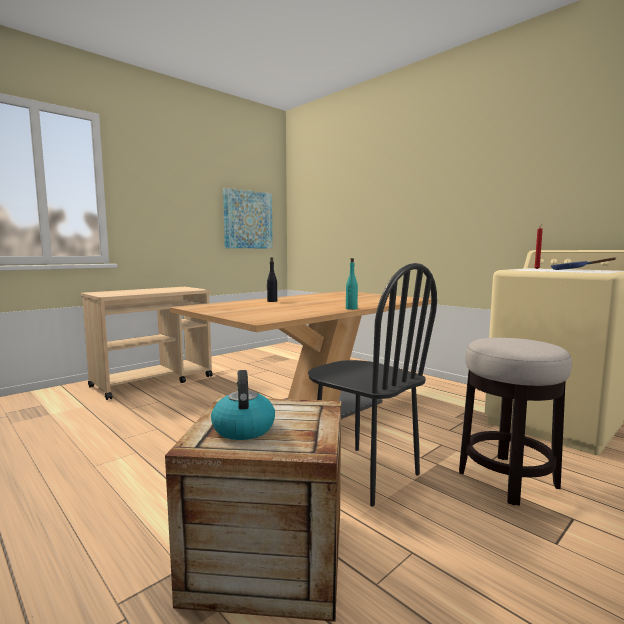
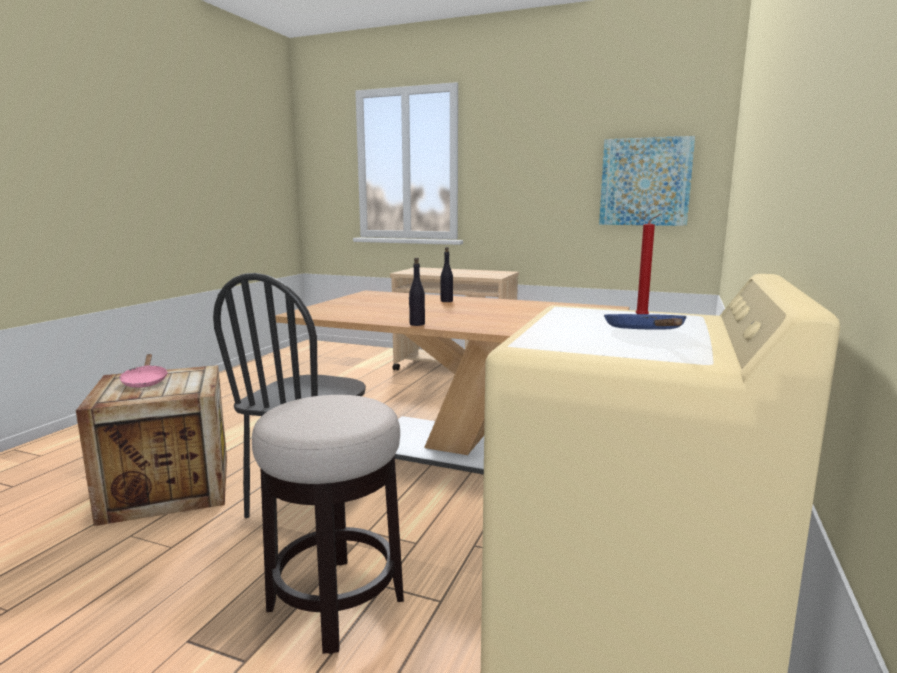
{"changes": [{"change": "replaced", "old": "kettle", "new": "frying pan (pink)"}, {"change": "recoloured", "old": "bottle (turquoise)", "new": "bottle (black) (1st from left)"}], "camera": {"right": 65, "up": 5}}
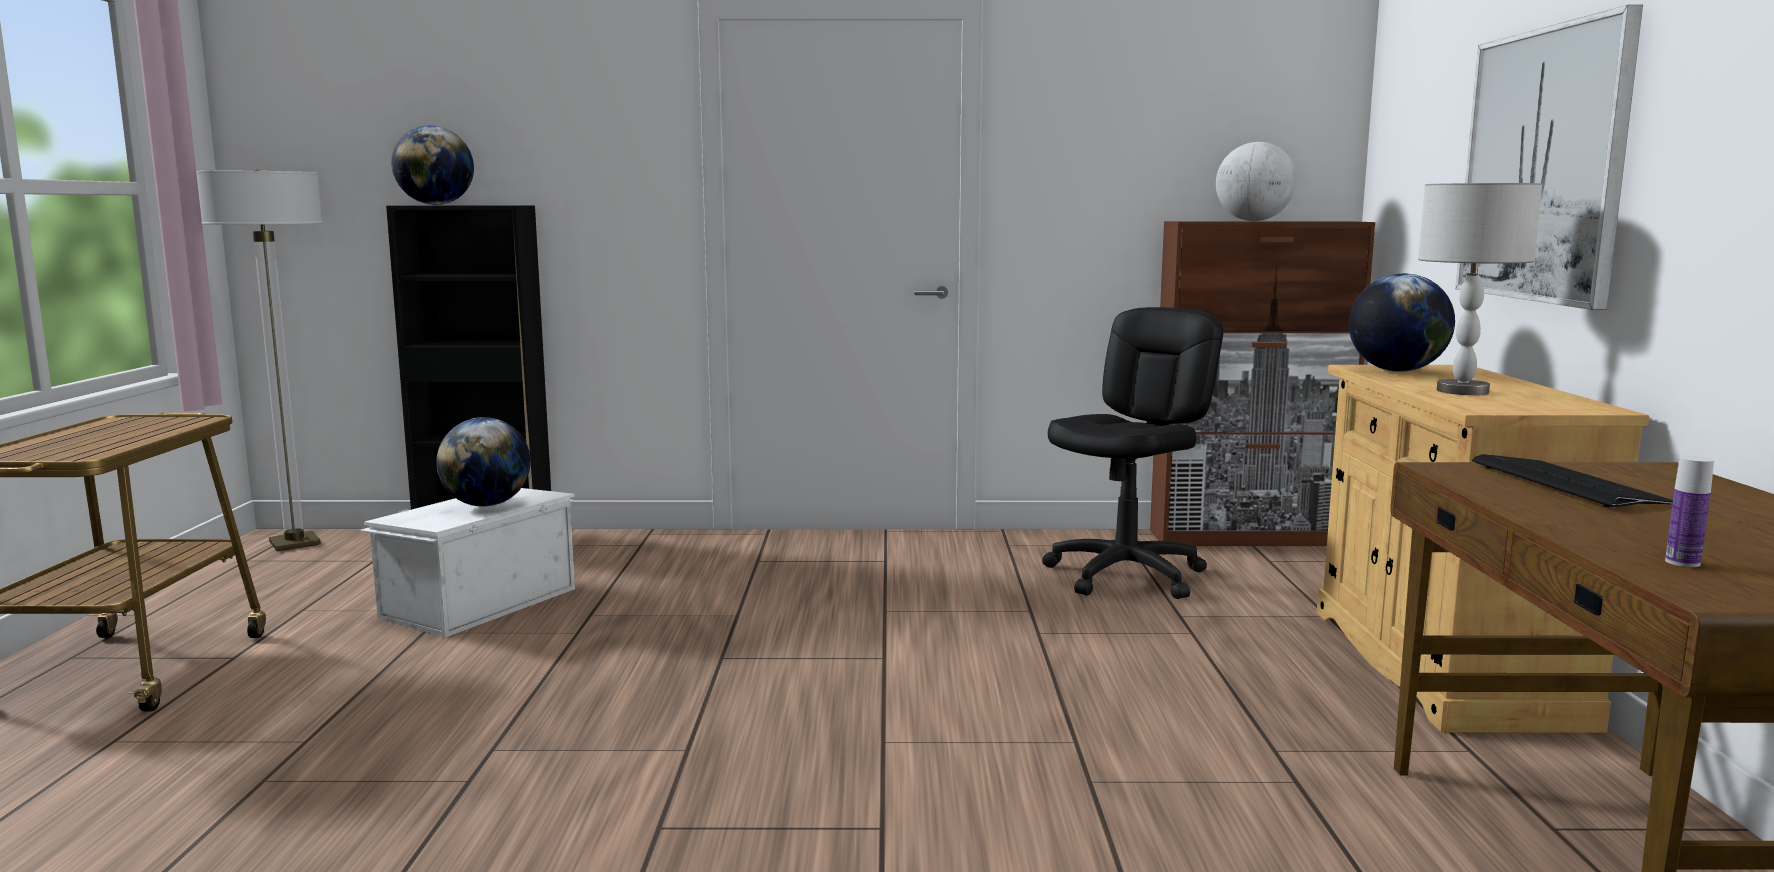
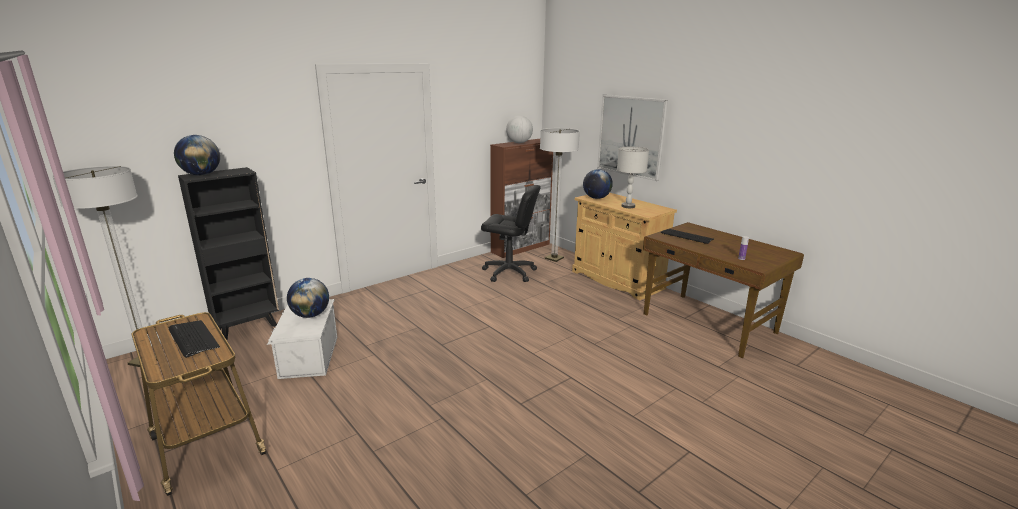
{"changes": [{"change": "added", "new": "keyboard (1st from left)"}, {"change": "turned", "old": "office chair (black)", "degrees": 105}, {"change": "added", "new": "floor lamp (2nd from left)"}], "camera": {"right": -40, "up": 10}}
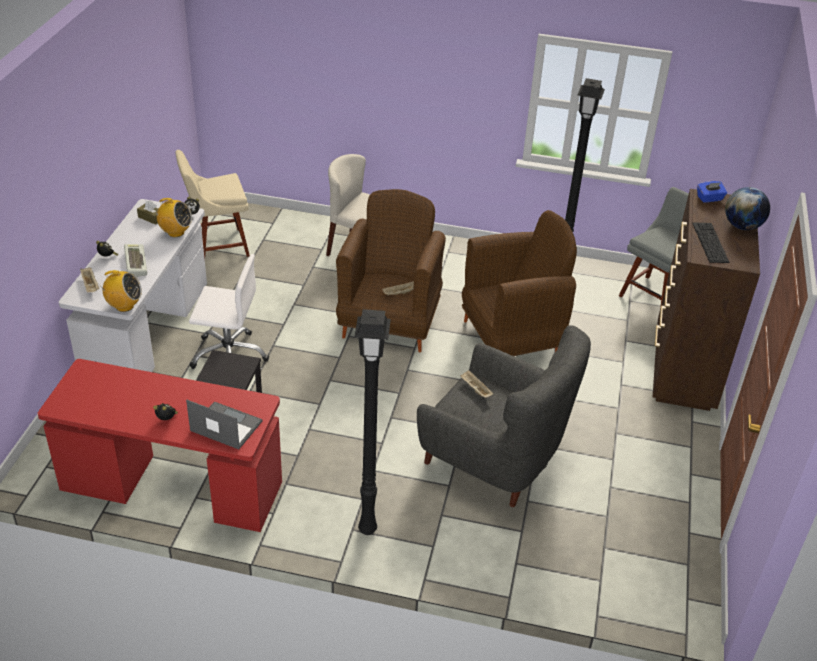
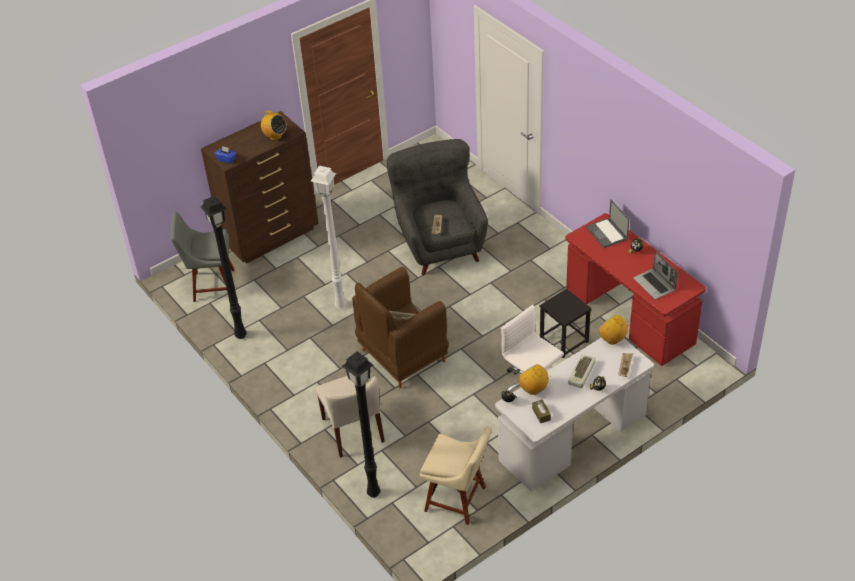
{"changes": [{"change": "replaced", "old": "keyboard (2nd from left)", "new": "radio (1st from left)"}, {"change": "replaced", "old": "armchair (brown) (2nd from left)", "new": "floor lamp (white)"}, {"change": "moved", "old": "floor lamp (black) (1st from left in the first image)", "new": "floor lamp (black) (2nd from left)"}, {"change": "added", "new": "laptop (2nd from left)"}, {"change": "removed", "old": "globe"}], "camera": {"right": -135, "up": 5}}
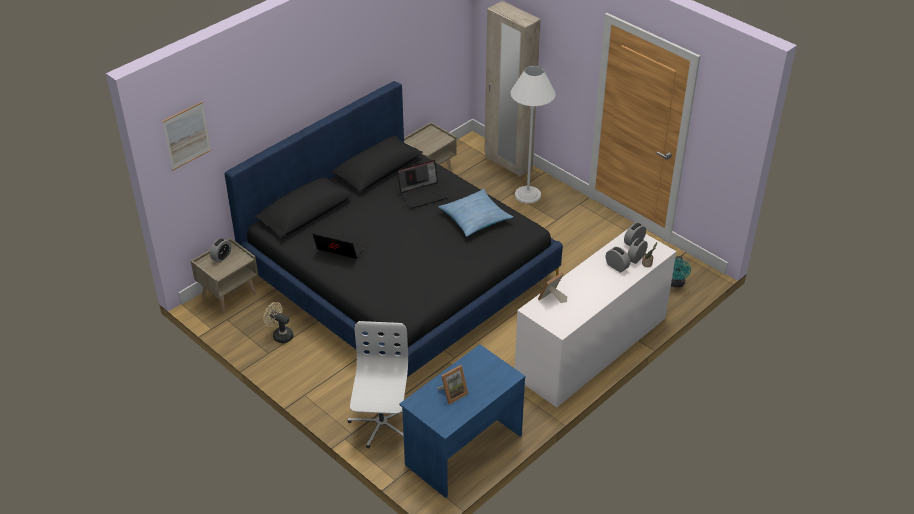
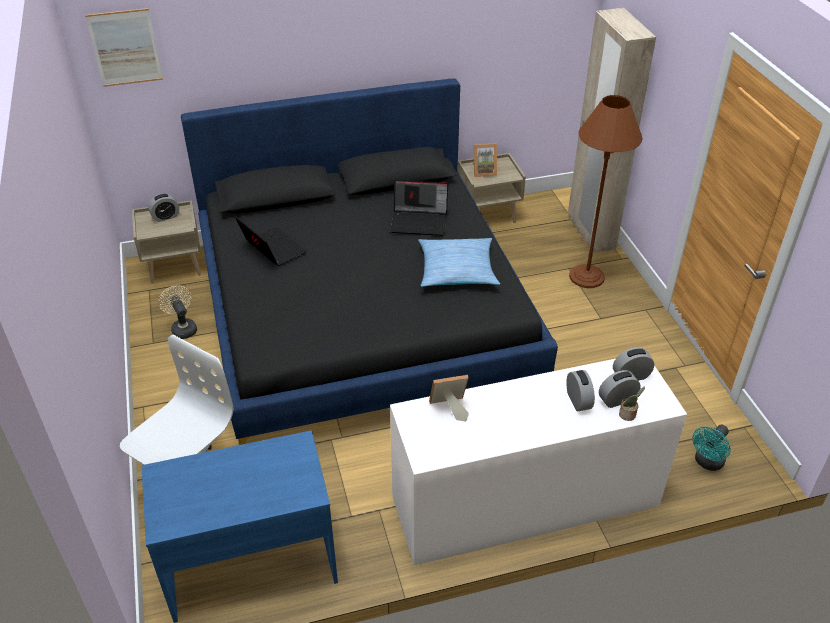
{"changes": [{"change": "moved", "old": "picture frame (1st from left in the first image)", "new": "picture frame (2nd from left)"}, {"change": "recoloured", "old": "floor lamp (white)", "new": "floor lamp (brown)"}], "camera": {"right": 30, "up": 0}}
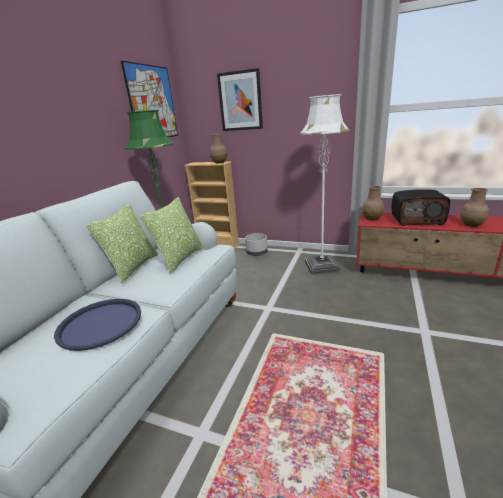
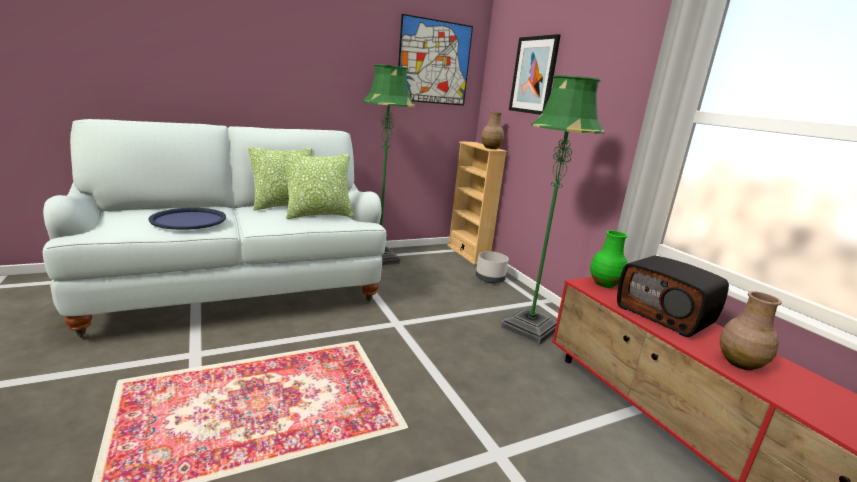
{"changes": [{"change": "recoloured", "old": "floor lamp (white)", "new": "floor lamp (green) (2nd from left)"}, {"change": "recoloured", "old": "vase (brown) (2nd from left)", "new": "vase (green)"}], "camera": {"right": 40, "up": -5}}
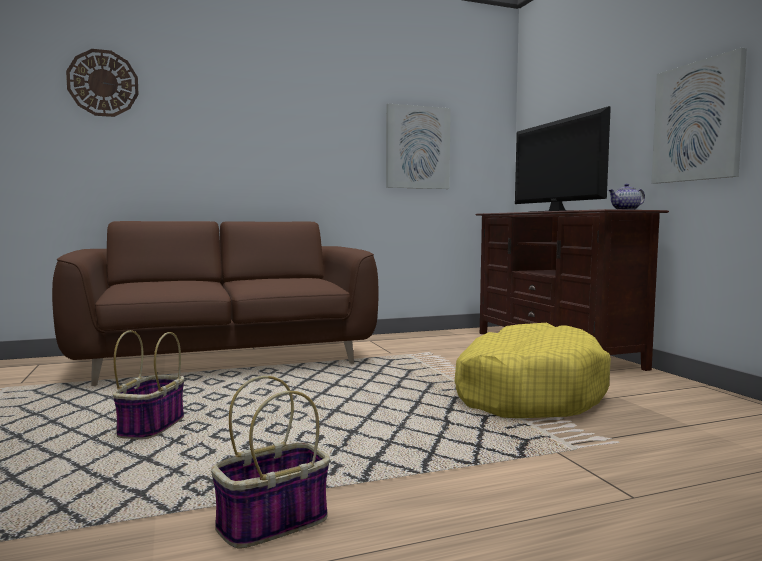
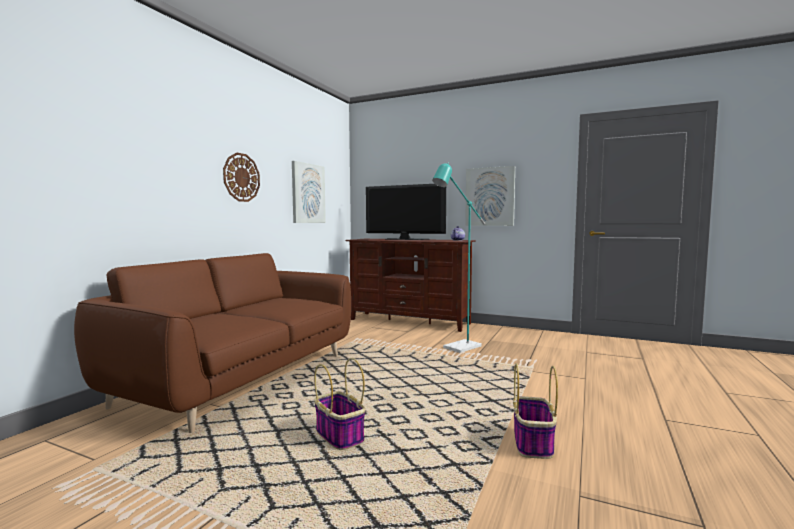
{"changes": [{"change": "moved", "old": "wall clock"}, {"change": "replaced", "old": "dog bed (yellow)", "new": "floor lamp (turquoise)"}], "camera": {"right": -45, "up": 0}}
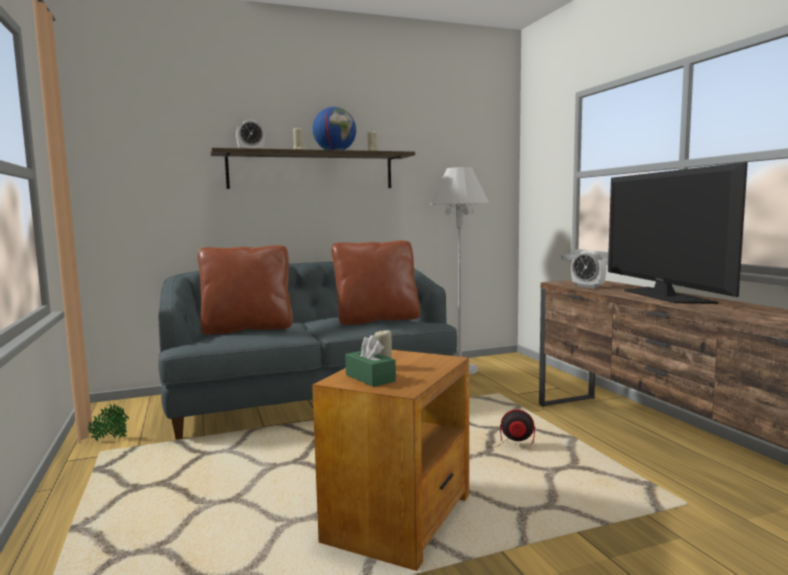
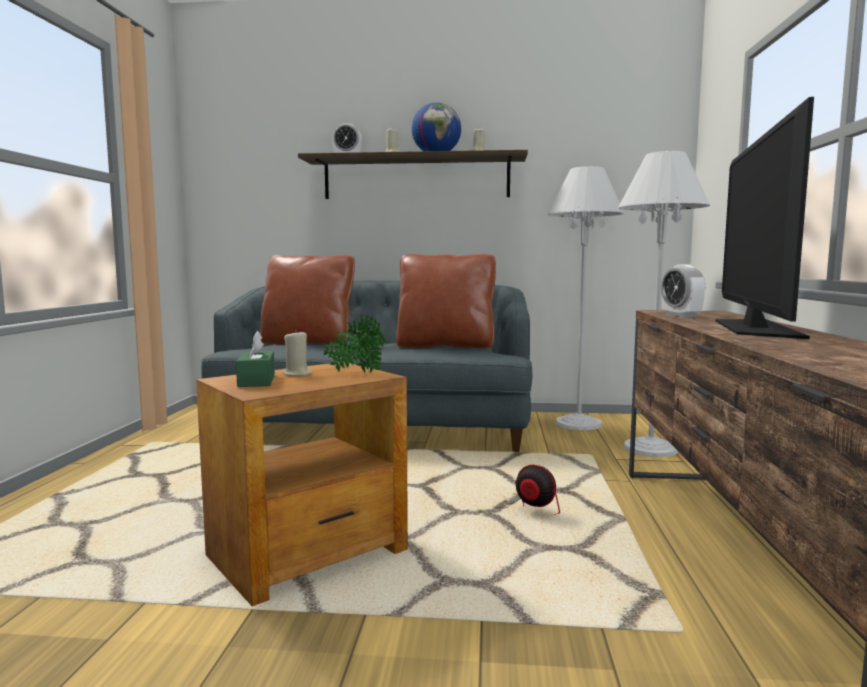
{"changes": [{"change": "moved", "old": "potted plant"}, {"change": "added", "new": "floor lamp (white) (2nd from left)"}], "camera": {"right": 25, "up": 0}}
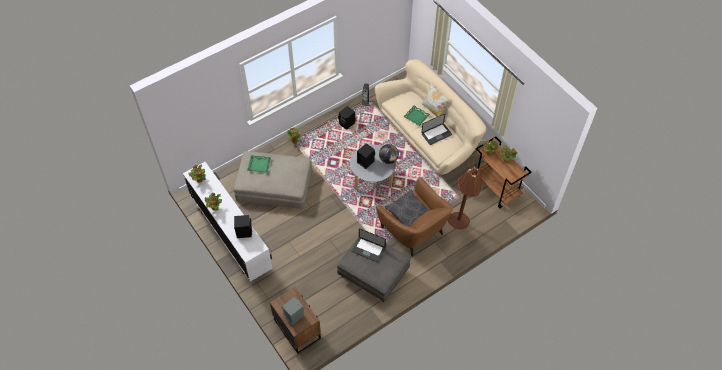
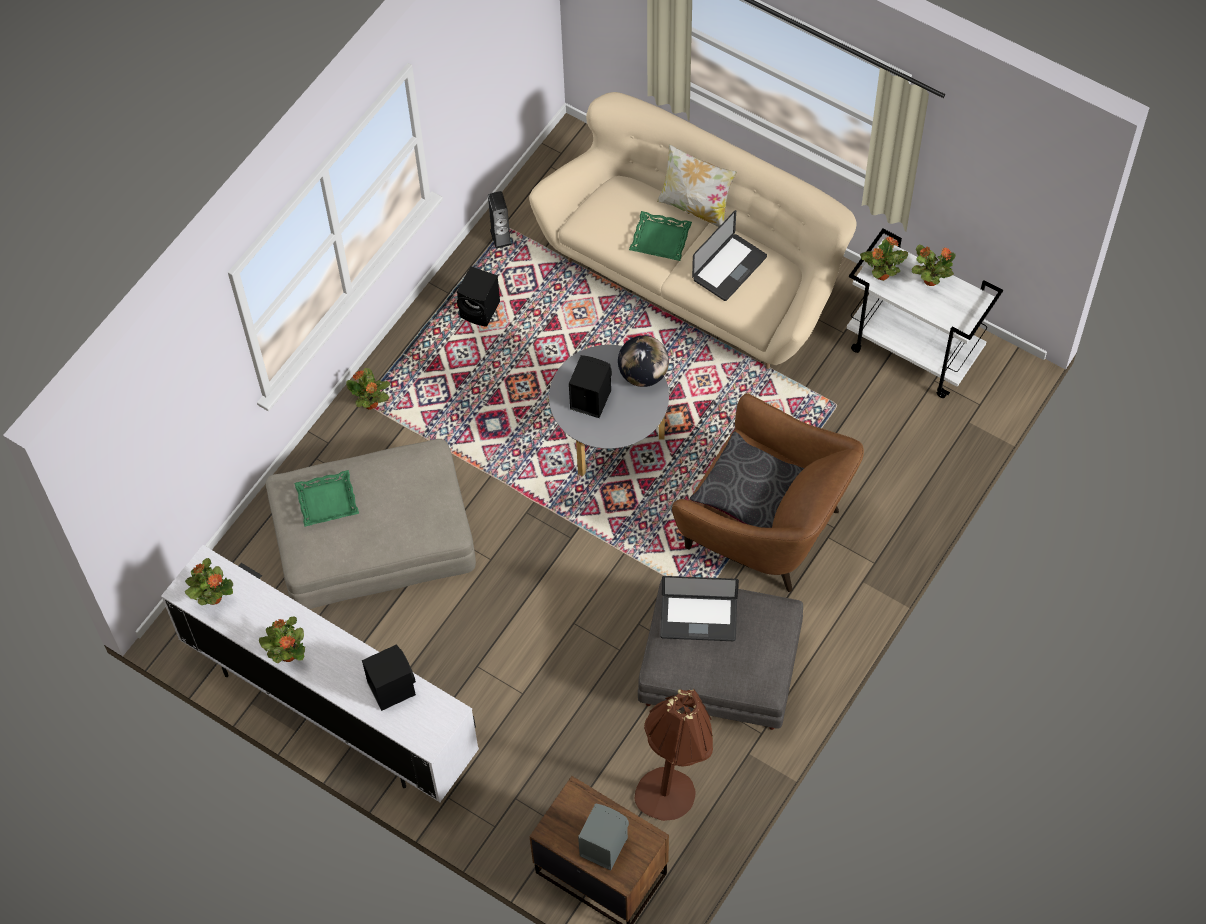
{"changes": [{"change": "moved", "old": "floor lamp (brown)"}, {"change": "recoloured", "old": "cart (brown)", "new": "cart (white)"}], "camera": {"right": -20, "up": 5}}
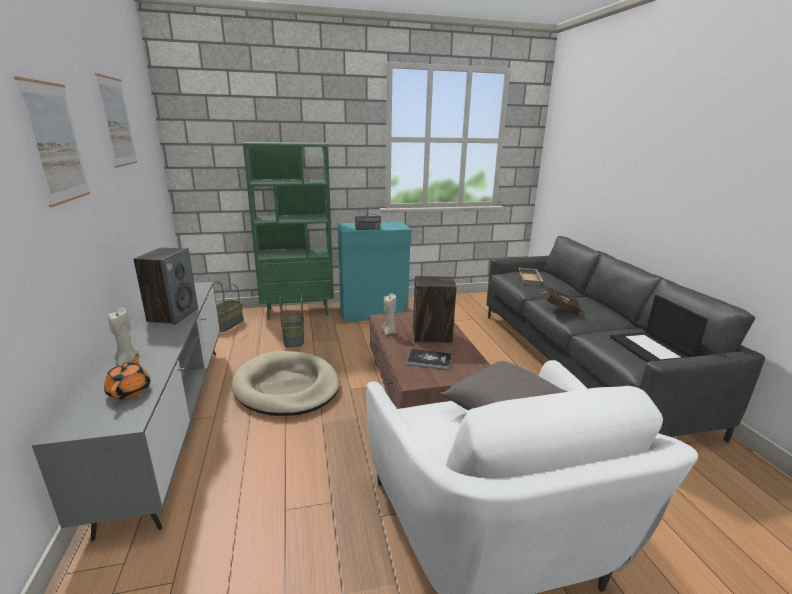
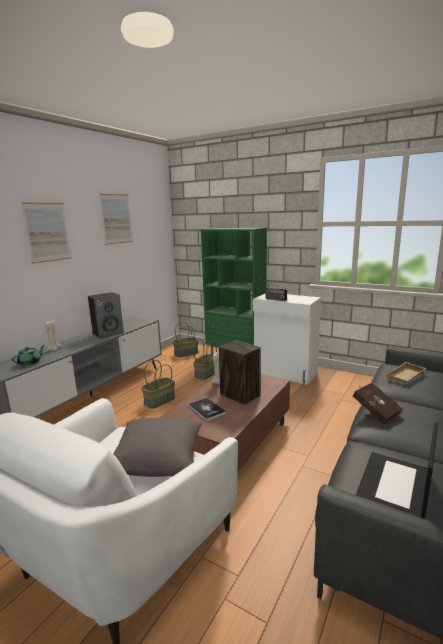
{"changes": [{"change": "recoloured", "old": "teapot (orange)", "new": "teapot (green)"}, {"change": "replaced", "old": "dog bed (beige)", "new": "basket (1st from left)"}, {"change": "recoloured", "old": "cabinet (turquoise)", "new": "cabinet (white)"}], "camera": {"right": 45, "up": -5}}
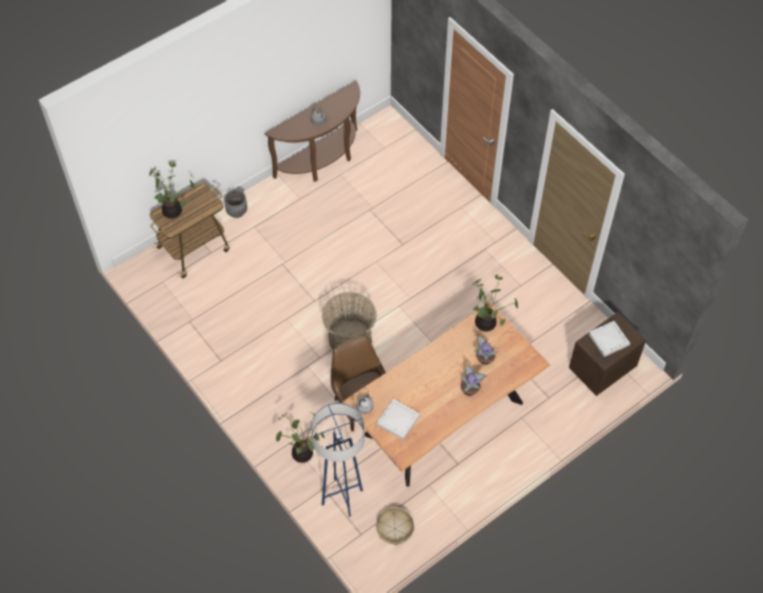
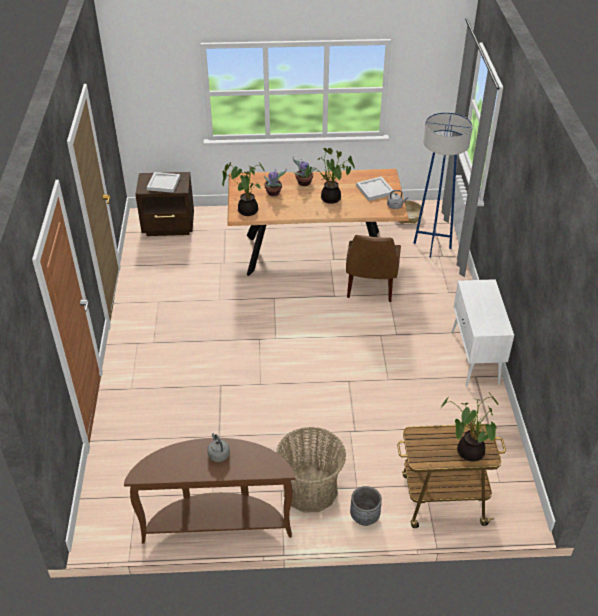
{"changes": [{"change": "moved", "old": "basket (1st from left)"}, {"change": "moved", "old": "potted plant (2nd from left in the first image)", "new": "potted plant (4th from left)"}, {"change": "added", "new": "cabinet (white)"}], "camera": {"right": -145, "up": -15}}
